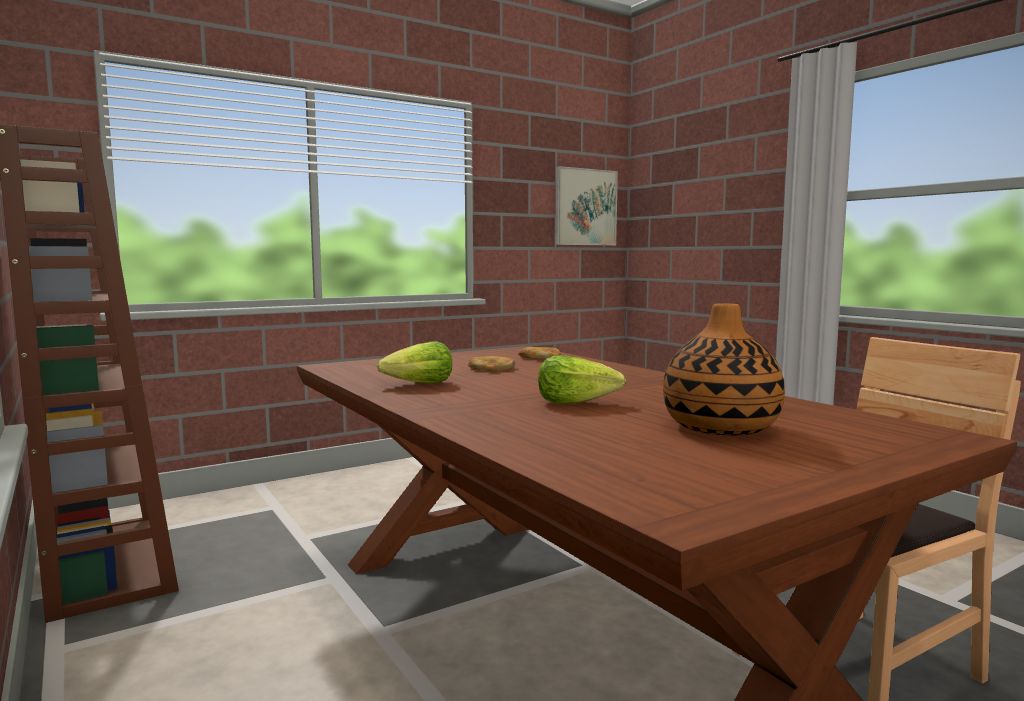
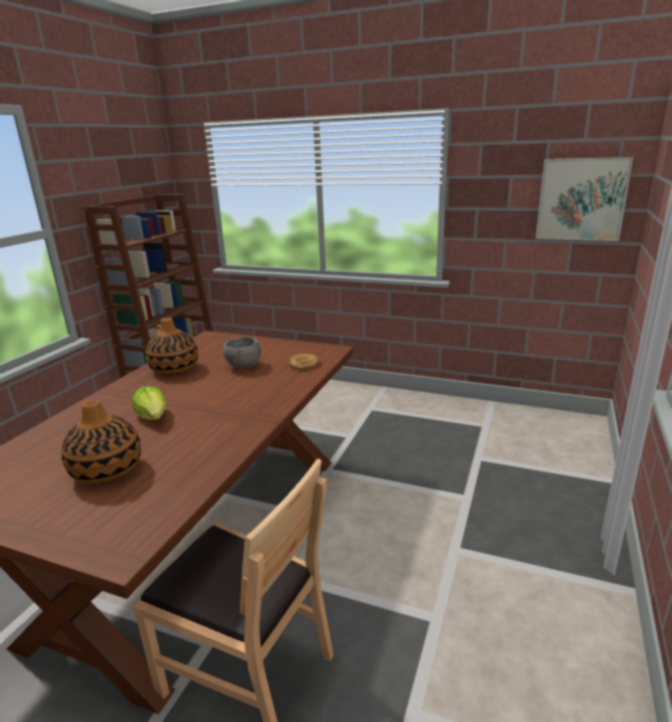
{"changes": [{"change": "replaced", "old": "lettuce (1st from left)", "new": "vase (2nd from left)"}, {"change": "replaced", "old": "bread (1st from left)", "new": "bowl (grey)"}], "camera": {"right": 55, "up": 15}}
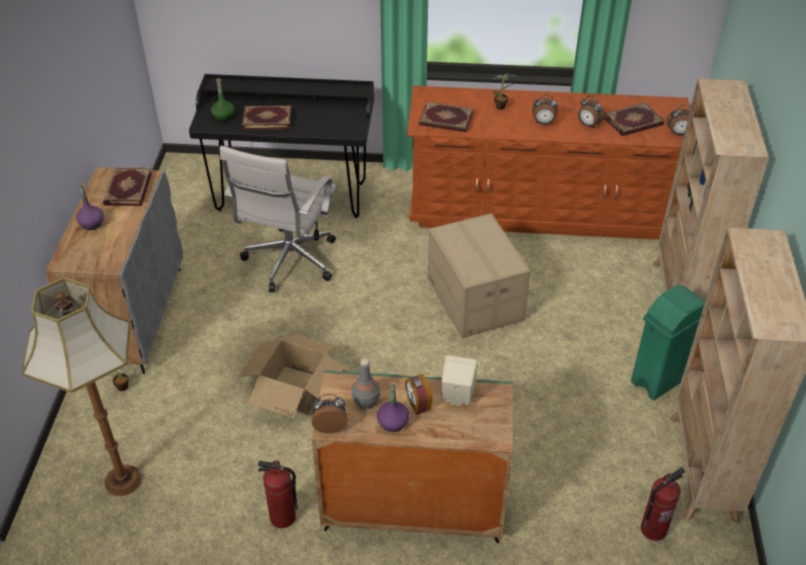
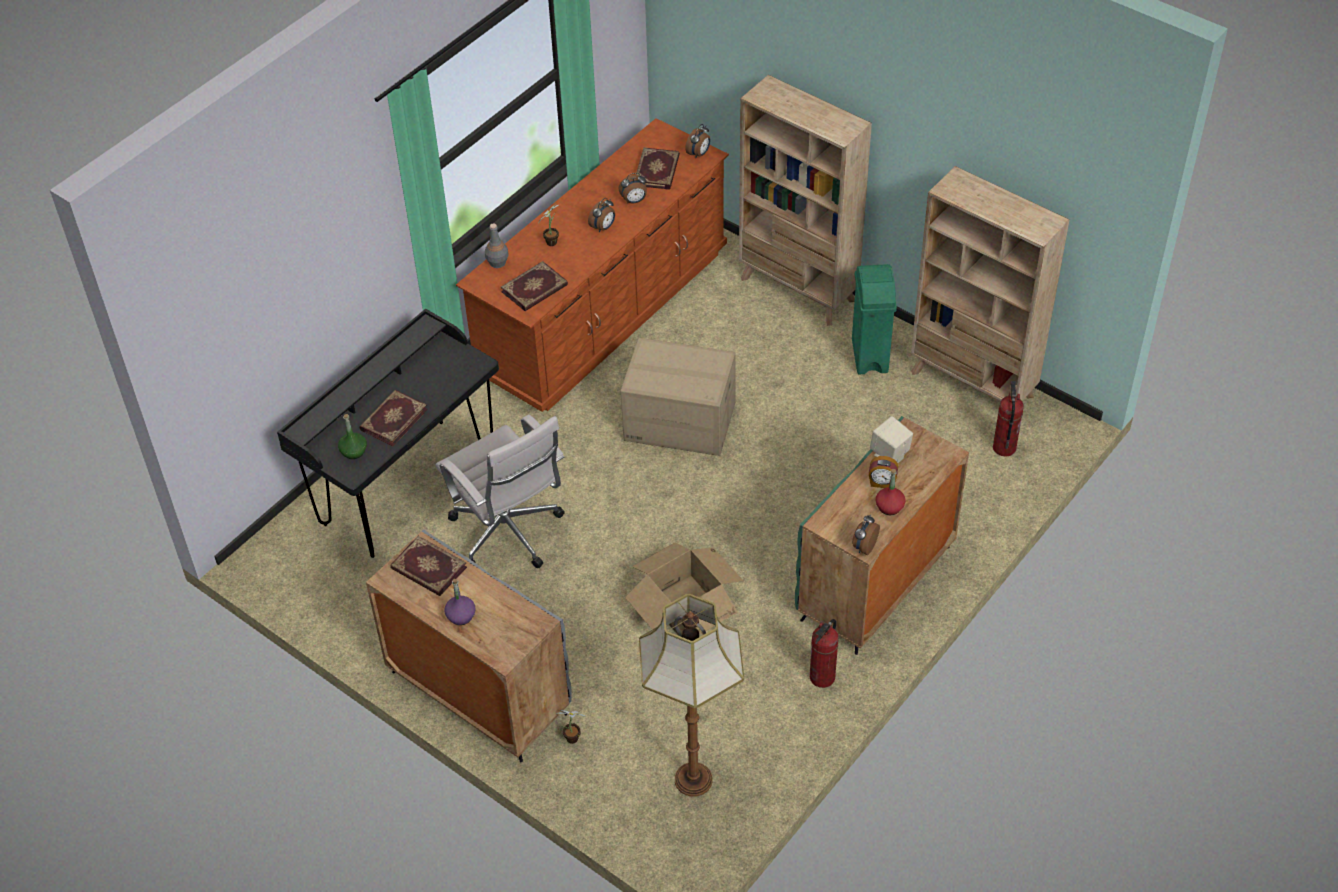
{"changes": [{"change": "moved", "old": "bottle (grey)"}, {"change": "recoloured", "old": "bottle (purple) (2nd from left)", "new": "bottle (red)"}], "camera": {"right": -55, "up": 5}}
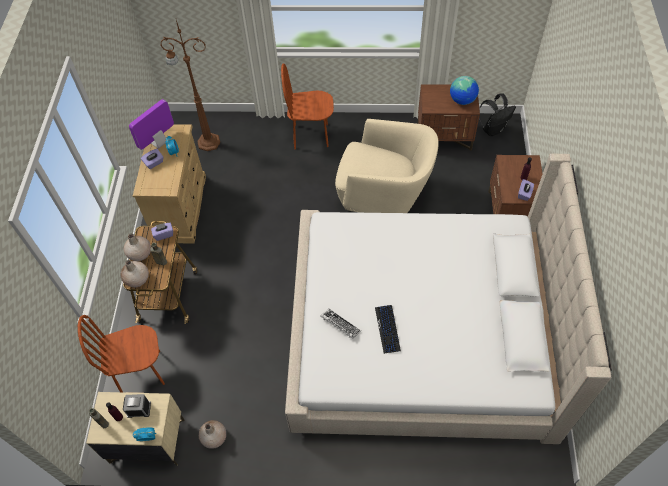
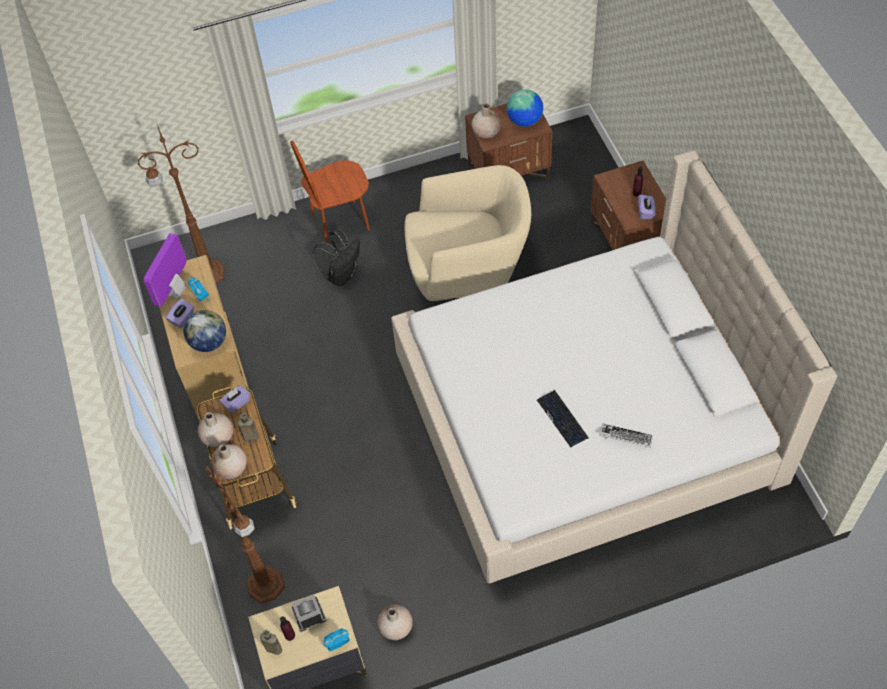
{"changes": [{"change": "added", "new": "globe (1st from left)"}, {"change": "replaced", "old": "chair (brown) (1st from left)", "new": "floor lamp (brown) (2nd from left)"}, {"change": "moved", "old": "backpack (black)"}, {"change": "added", "new": "vase (beige) (4th from left)"}, {"change": "moved", "old": "keyboard (1st from left in the first image)", "new": "keyboard (2nd from left)"}], "camera": {"right": -20, "up": 0}}
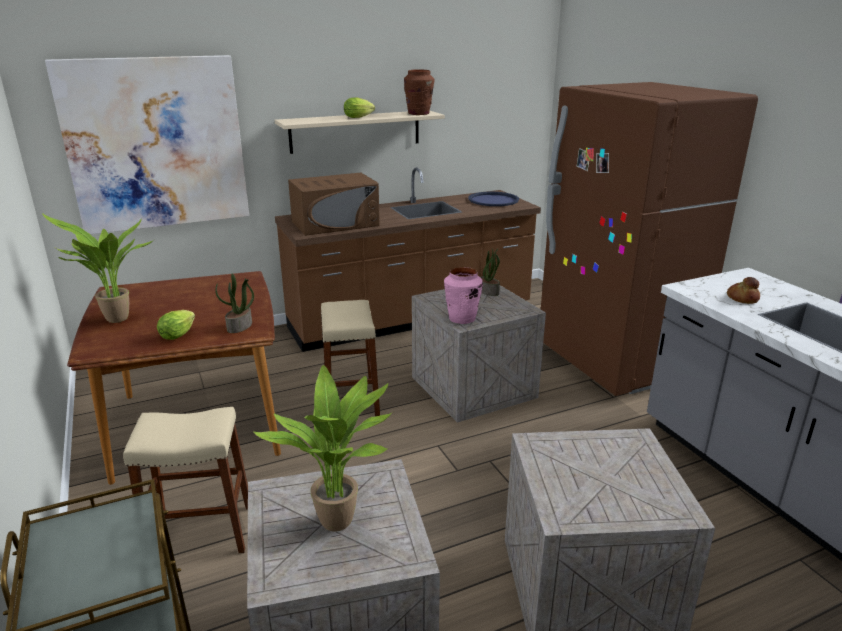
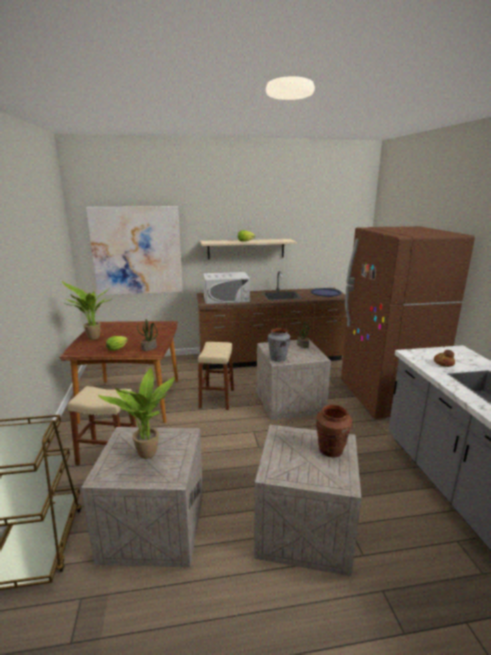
{"changes": [{"change": "recoloured", "old": "microwave (brown)", "new": "microwave (white)"}, {"change": "recoloured", "old": "vase (pink)", "new": "vase (grey)"}, {"change": "moved", "old": "vase (brown)"}], "camera": {"right": 15, "up": -5}}
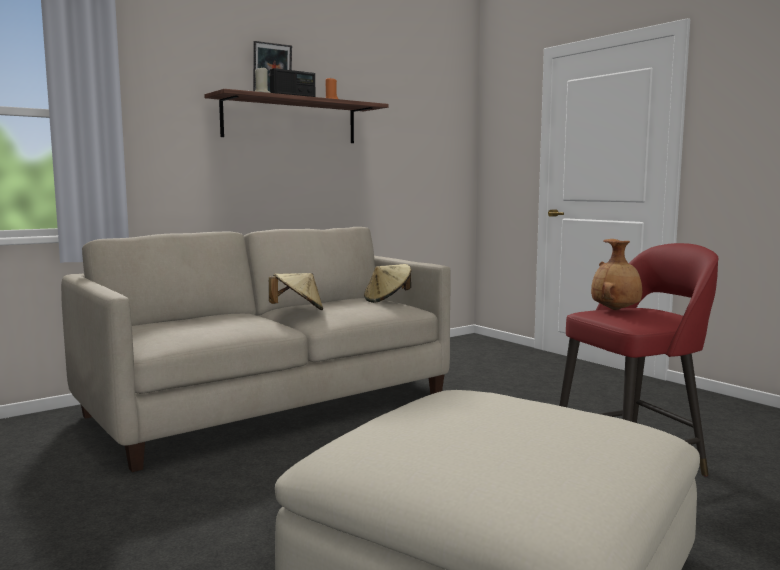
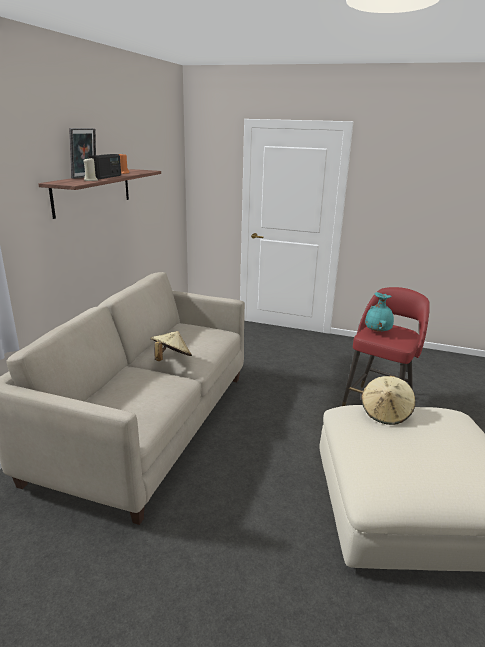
{"changes": [{"change": "moved", "old": "hat (beige) (2nd from left)"}, {"change": "recoloured", "old": "vase (brown)", "new": "vase (turquoise)"}], "camera": {"right": -35, "up": 15}}
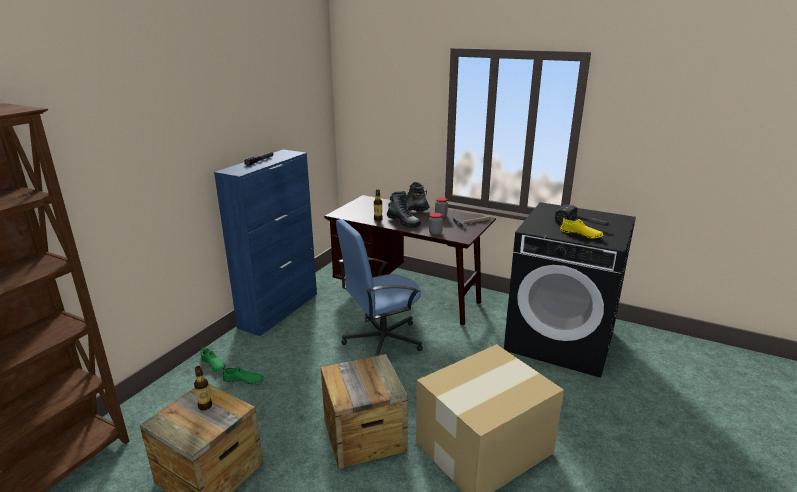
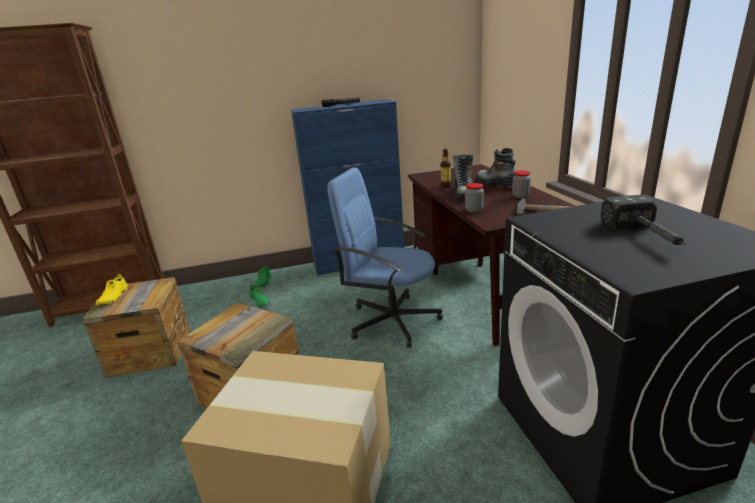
{"changes": [{"change": "moved", "old": "shoe (yellow)"}, {"change": "removed", "old": "bottle (1st from left)"}], "camera": {"right": 50, "up": 0}}
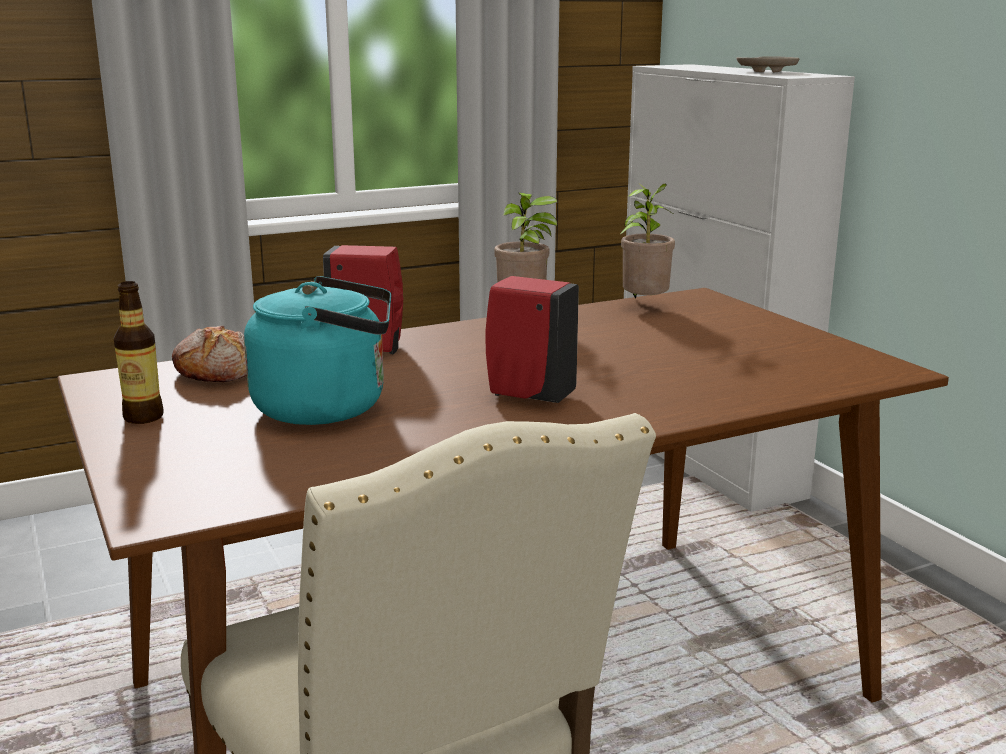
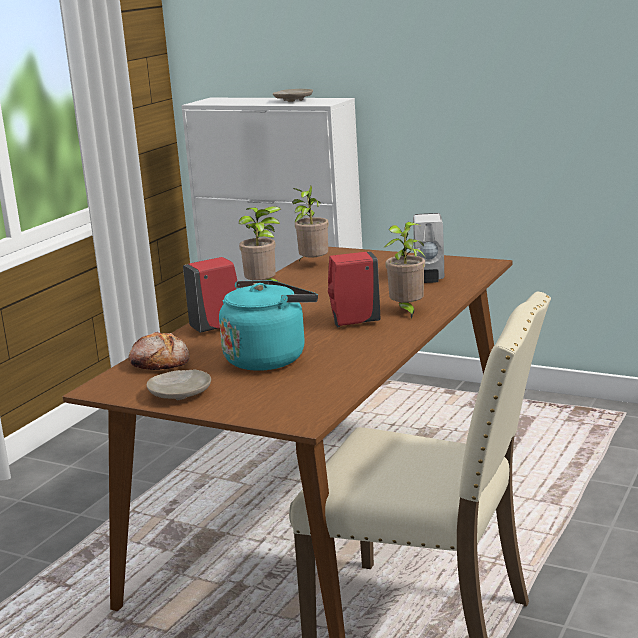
{"changes": [{"change": "replaced", "old": "bottle", "new": "plate (beige) (1st from left)"}, {"change": "added", "new": "potted plant (3rd from left)"}, {"change": "added", "new": "soap dispenser (white)"}], "camera": {"right": -35, "up": 0}}
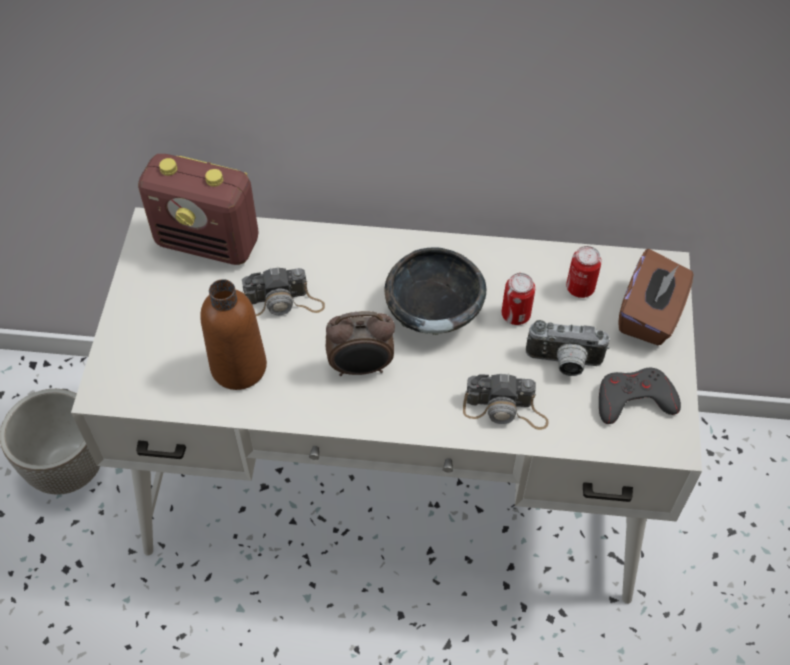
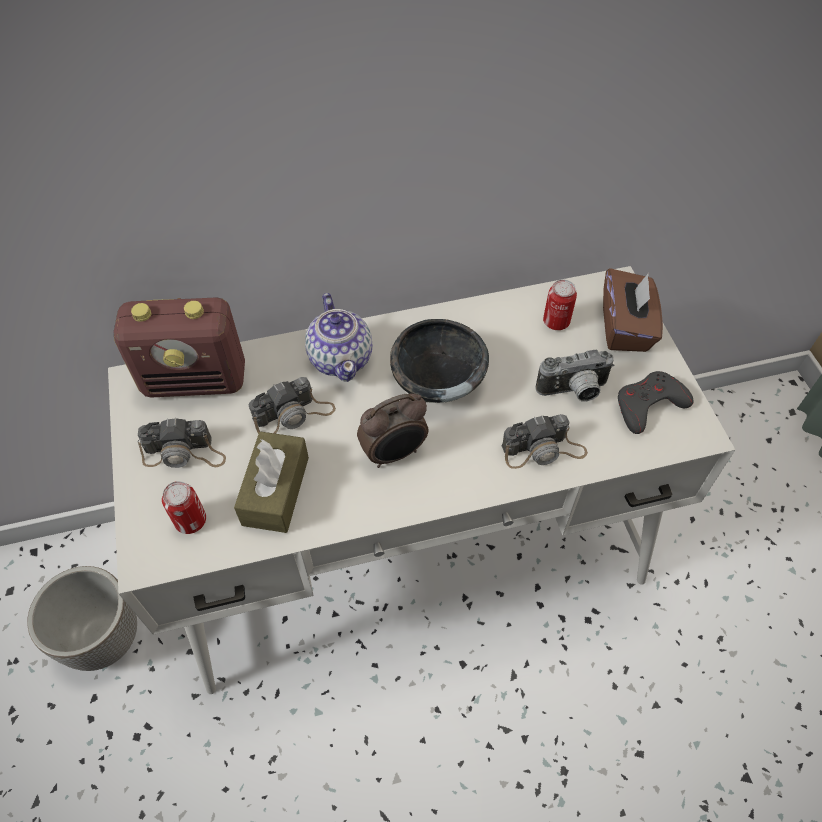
{"changes": [{"change": "added", "new": "photo camera (1st from left)"}, {"change": "moved", "old": "can (1st from left)"}, {"change": "replaced", "old": "bottle (brown)", "new": "tissue box (brown) (1st from left)"}, {"change": "added", "new": "teapot"}], "camera": {"right": -20, "up": 0}}
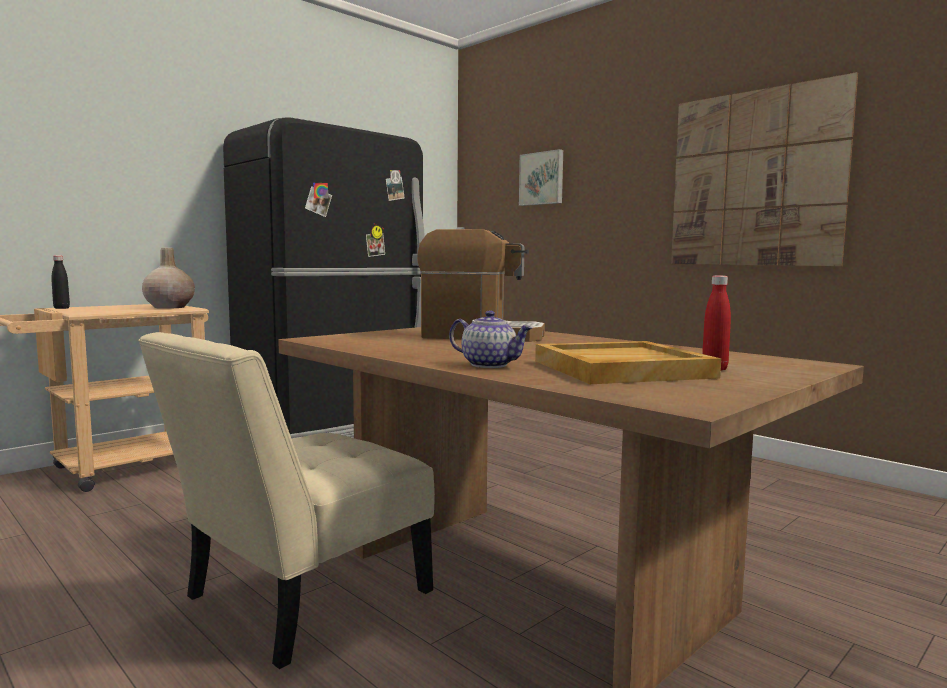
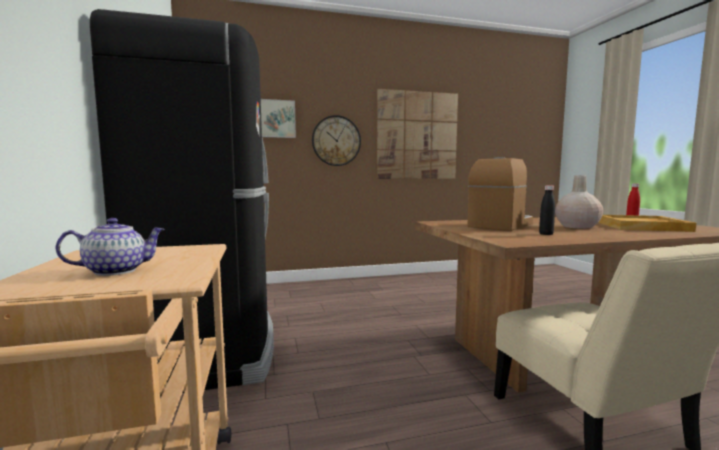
{"changes": [{"change": "moved", "old": "teapot"}, {"change": "added", "new": "wall clock"}, {"change": "moved", "old": "bottle (black)"}, {"change": "moved", "old": "vase (beige)"}], "camera": {"right": -60, "up": 0}}
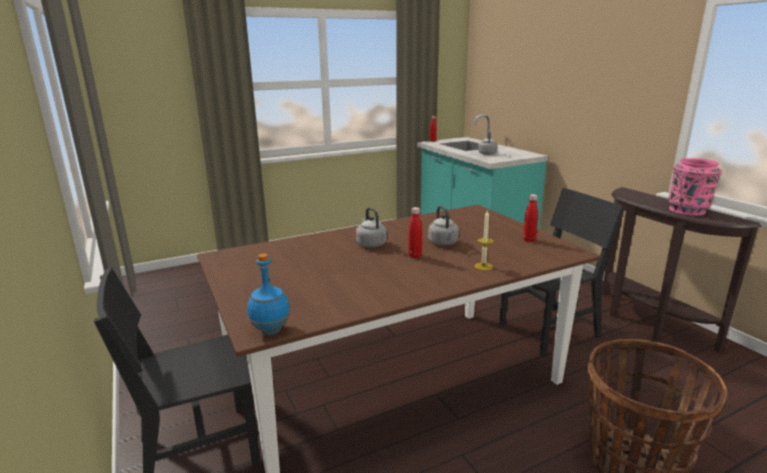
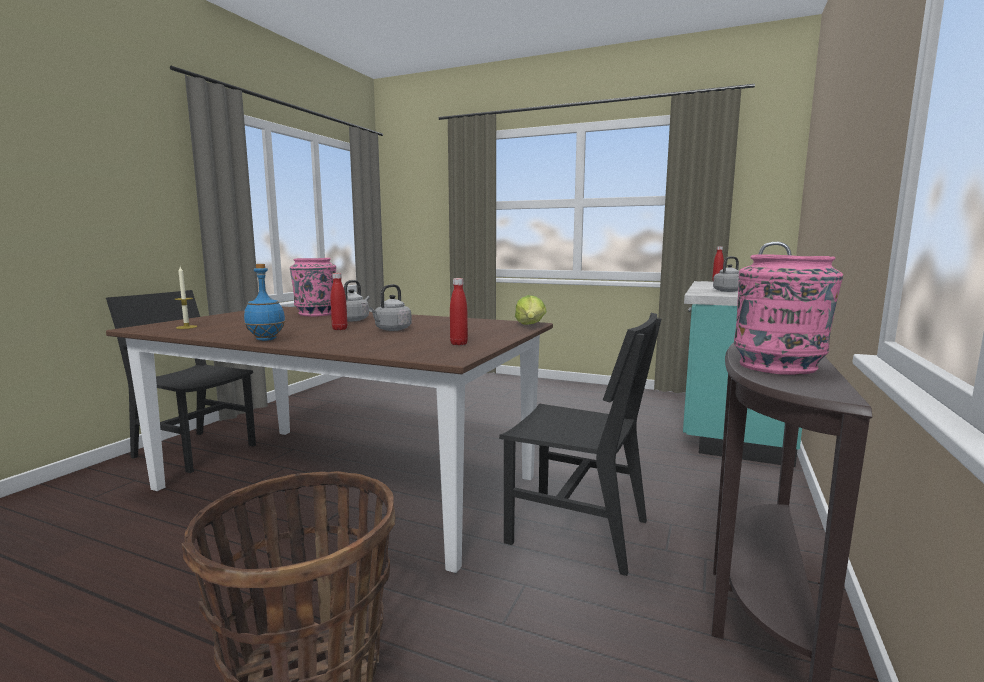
{"changes": [{"change": "moved", "old": "candle"}, {"change": "moved", "old": "bottle (blue)"}, {"change": "added", "new": "vase (pink) (1st from left)"}, {"change": "added", "new": "lettuce"}], "camera": {"right": 50, "up": -10}}
